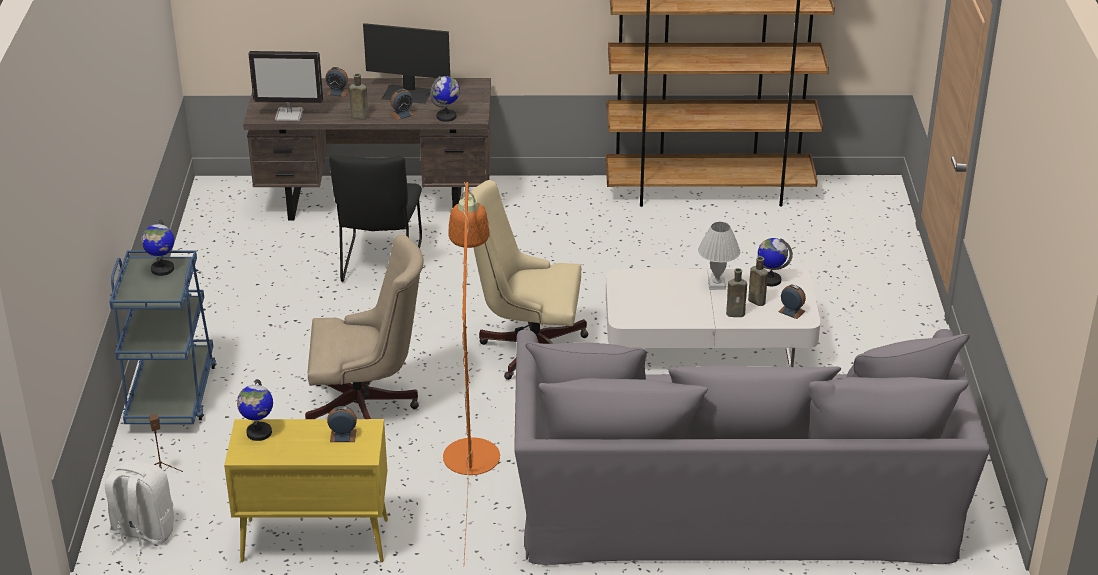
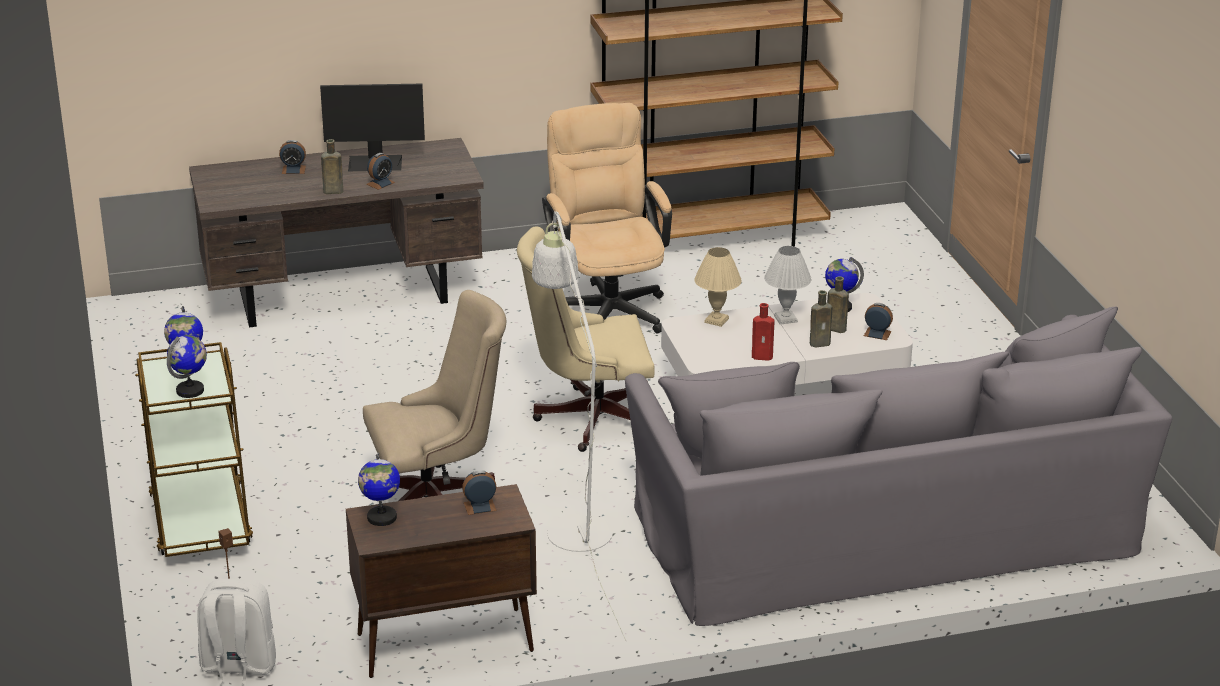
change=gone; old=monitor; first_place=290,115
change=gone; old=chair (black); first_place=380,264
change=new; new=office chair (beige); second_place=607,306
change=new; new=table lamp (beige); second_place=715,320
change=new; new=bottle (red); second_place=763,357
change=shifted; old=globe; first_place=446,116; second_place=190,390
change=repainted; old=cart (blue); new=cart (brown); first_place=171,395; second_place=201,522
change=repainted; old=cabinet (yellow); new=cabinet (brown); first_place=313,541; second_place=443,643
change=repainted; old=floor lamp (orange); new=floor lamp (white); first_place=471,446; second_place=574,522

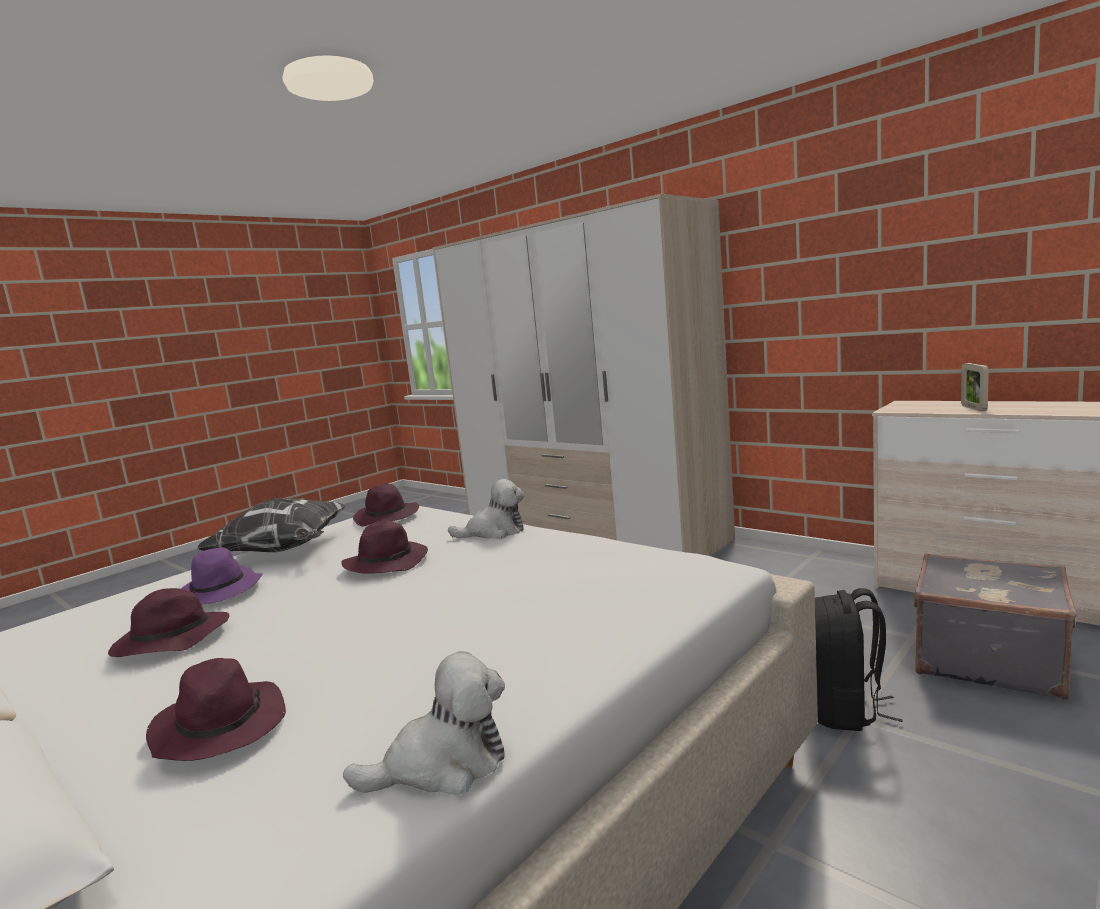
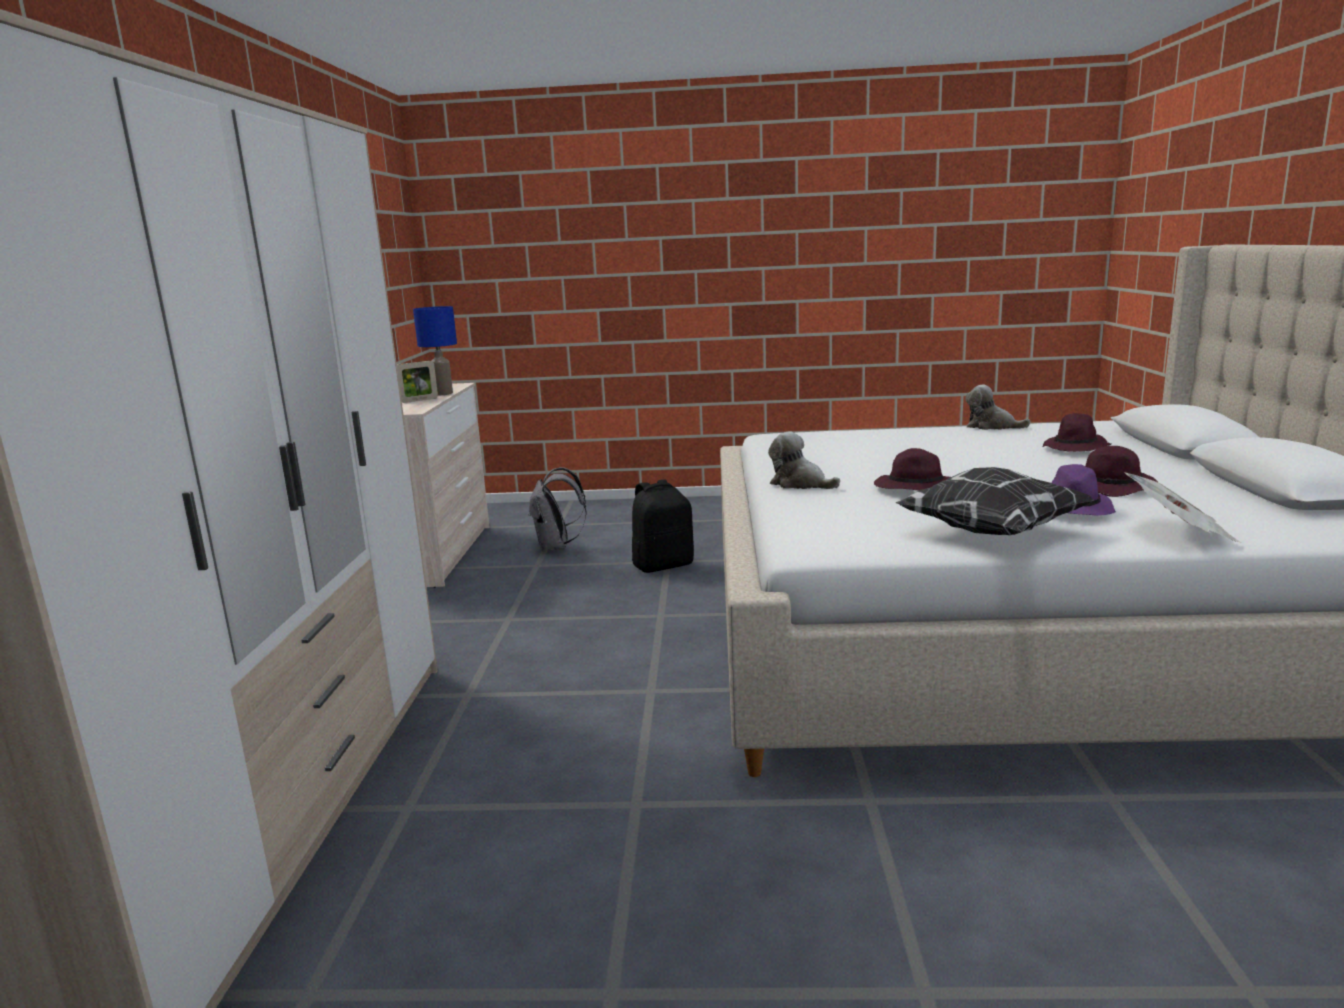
change=gone; old=hat (purple); first_place=387,517
change=new; new=table lamp (blue); second_place=443,393
change=new; new=newspaper; second_place=1179,534
change=swapped; old=suitcase (grey); new=backpack (grey); first_place=987,659; second_place=556,547

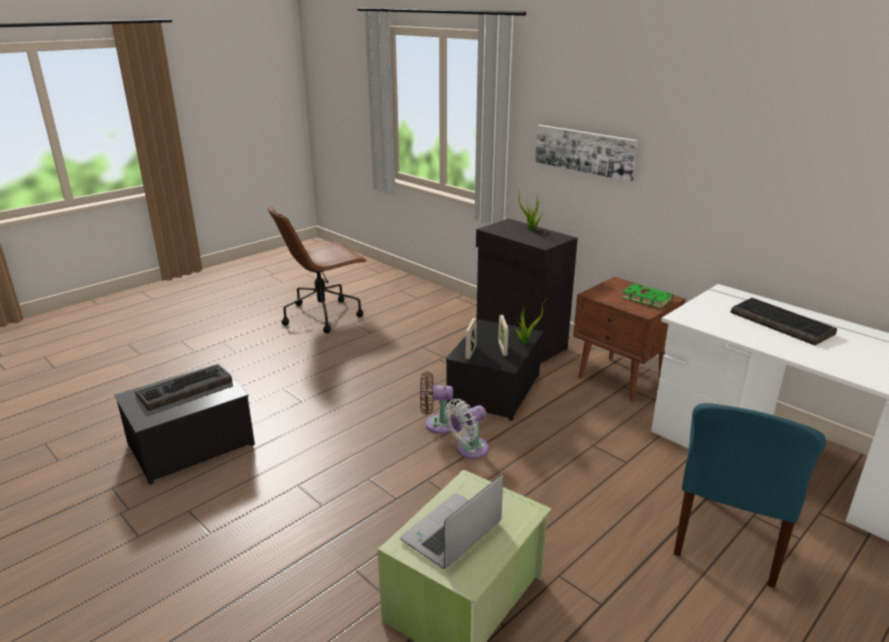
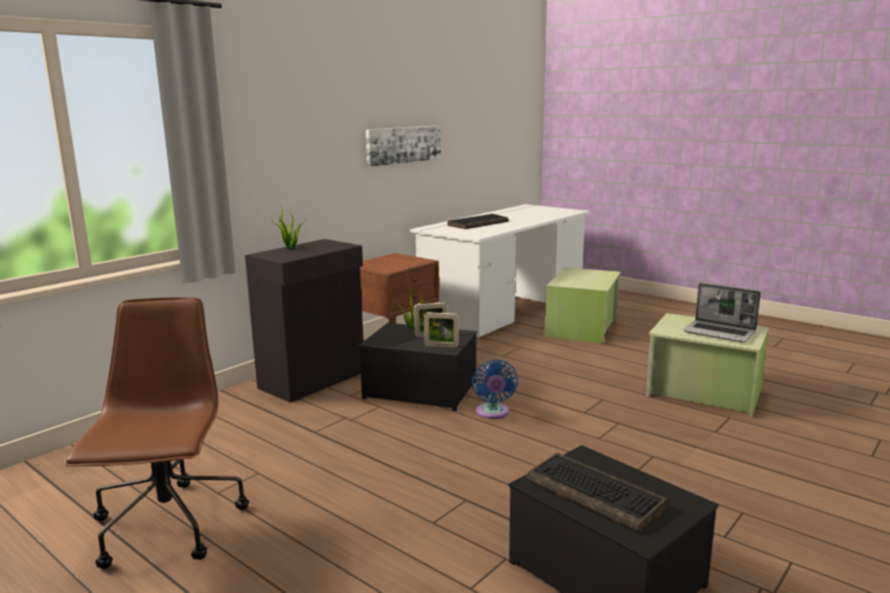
change=gone; old=fan (white); first_place=469,449
change=gone; old=book (green); first_place=645,298
change=shifted; old=picture; first_place=585,151; second_place=403,144
change=swapped; old=chair (blue); new=storage box (green); first_place=728,535; second_place=583,328
change=repainted; old=fan (brown); new=fan (blue); first_place=437,424; second_place=493,413
change=rotated; old=office chair (brown); first_place=323,315; second_place=168,527; degrees=-150

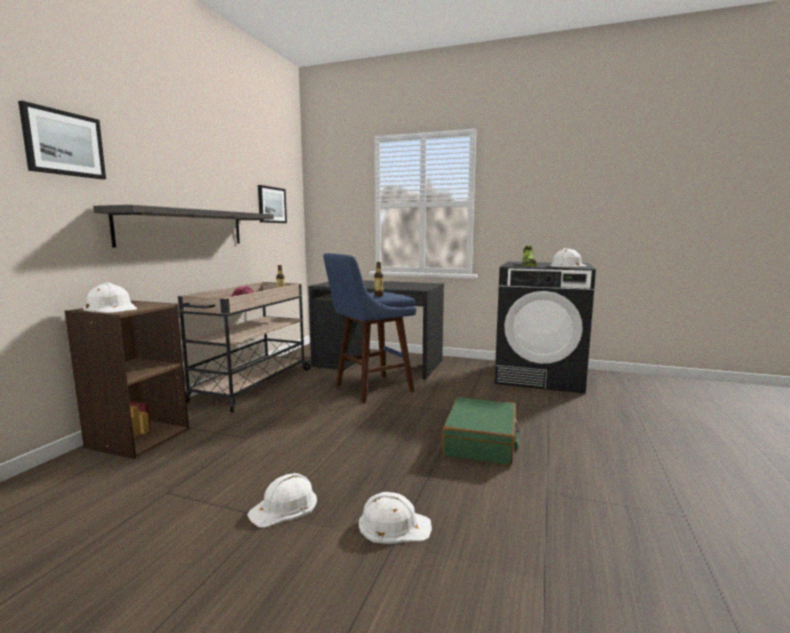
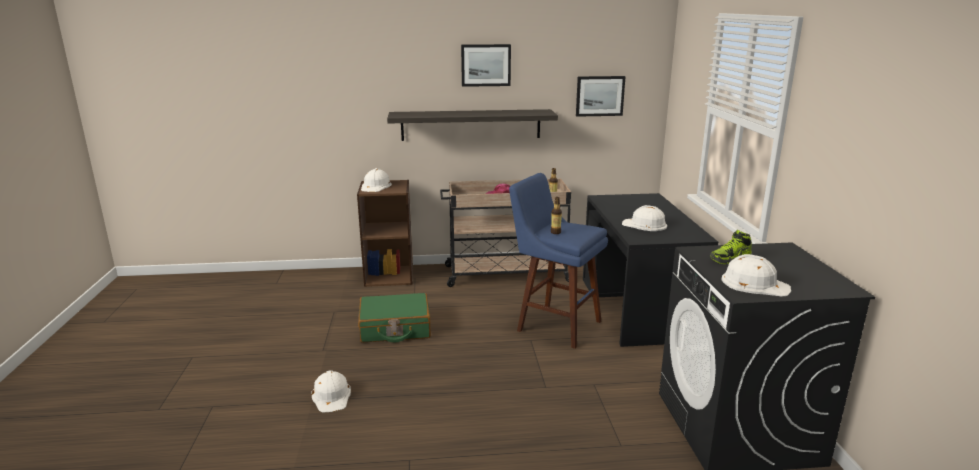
change=shifted; old=picture; first_place=64,143; second_place=486,65
change=shifted; old=hard hat (white); first_place=284,506; second_place=645,224
change=shifted; old=suitcase (green); first_place=481,442; second_place=395,328

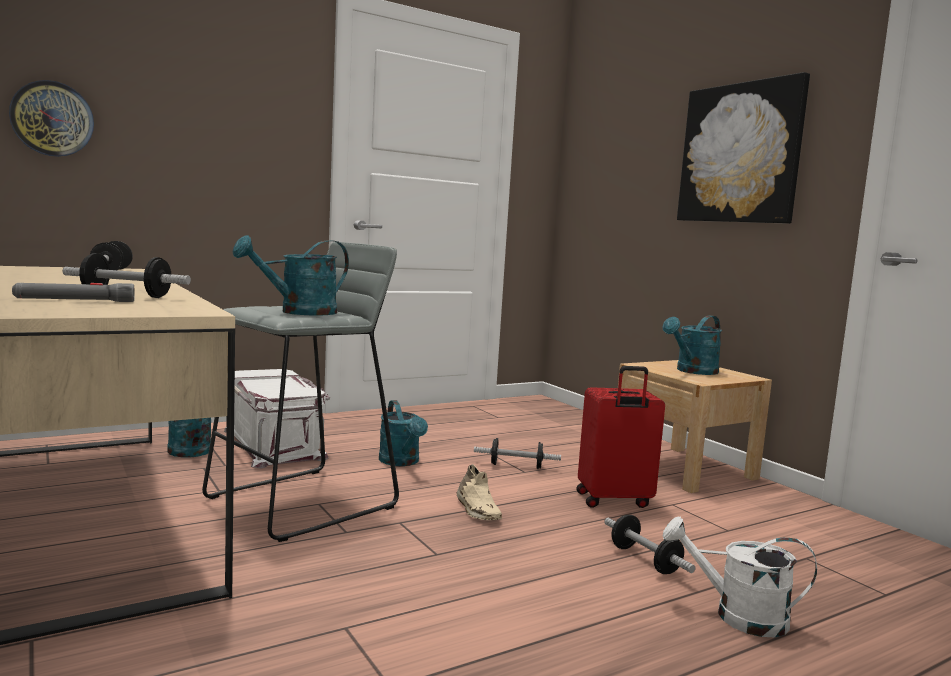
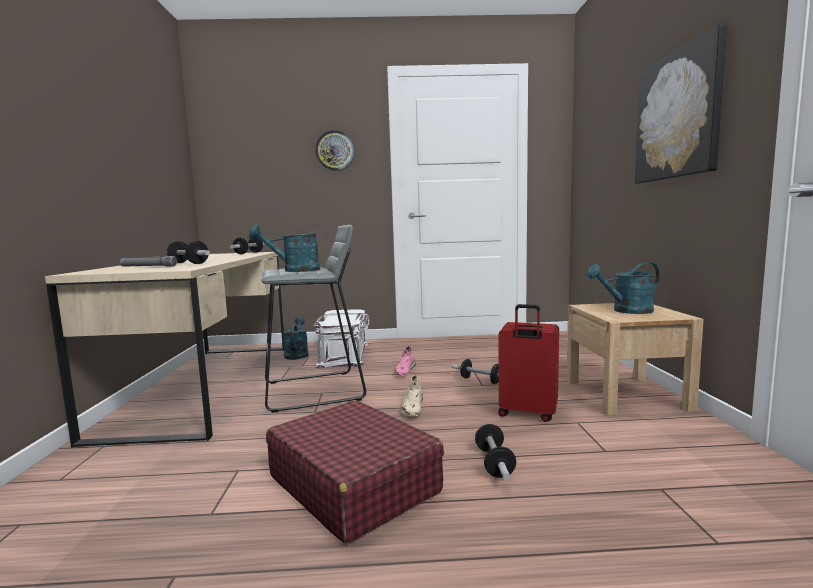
change=gone; old=watering can (white); first_place=737,616
change=new; new=suitcase (red); second_place=353,483
change=shifted; old=wall clock; first_place=52,119; second_place=335,151
change=swapped; old=watering can (turquoise); new=shoe (pink); first_place=402,462; second_place=404,371

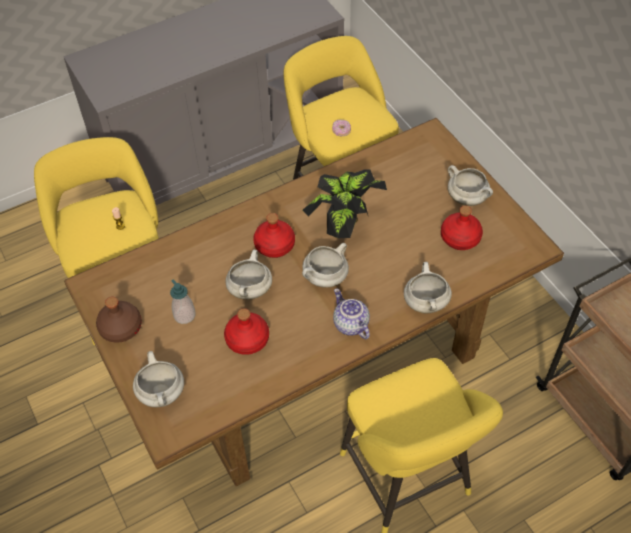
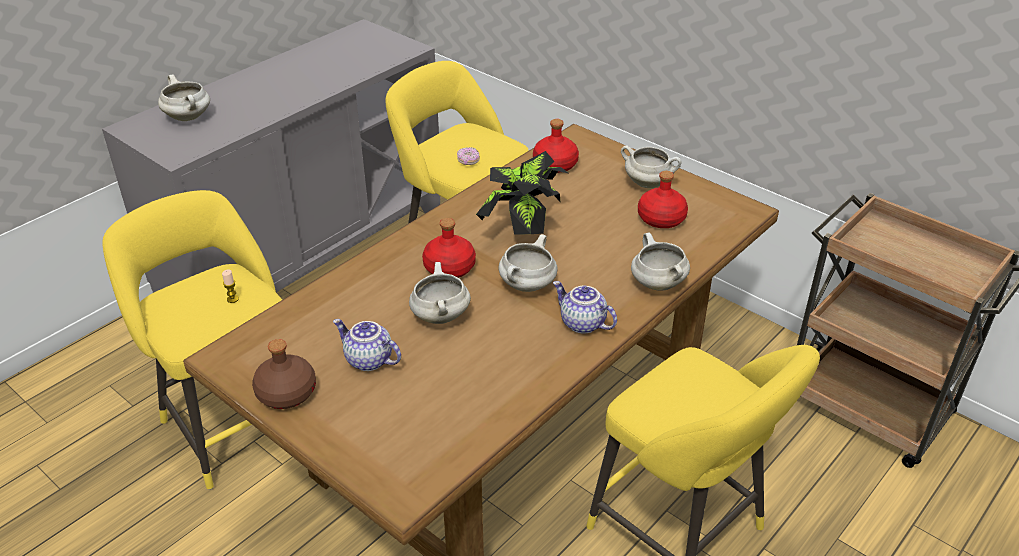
change=shifted; old=cooking pot (white); first_place=162,393; second_place=189,117
change=shifted; old=bottle (red); first_place=247,339; second_place=554,164
change=swapped; old=soap dispenser; new=teapot; first_place=184,315; second_place=368,360

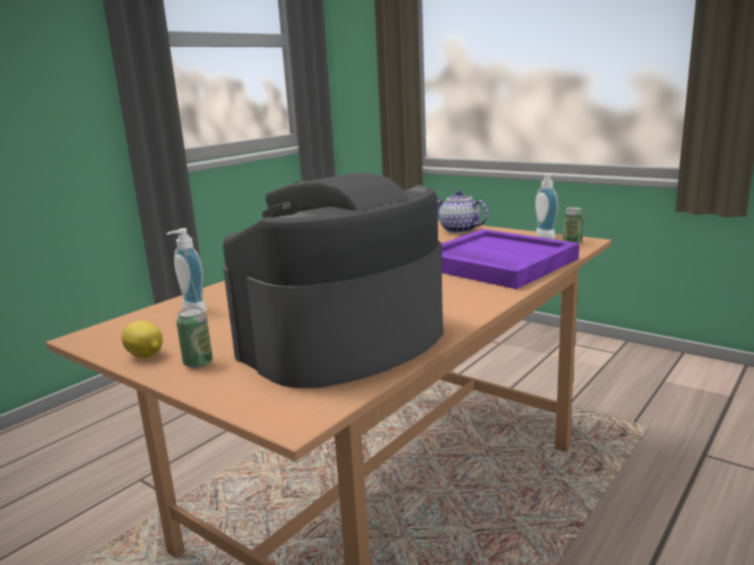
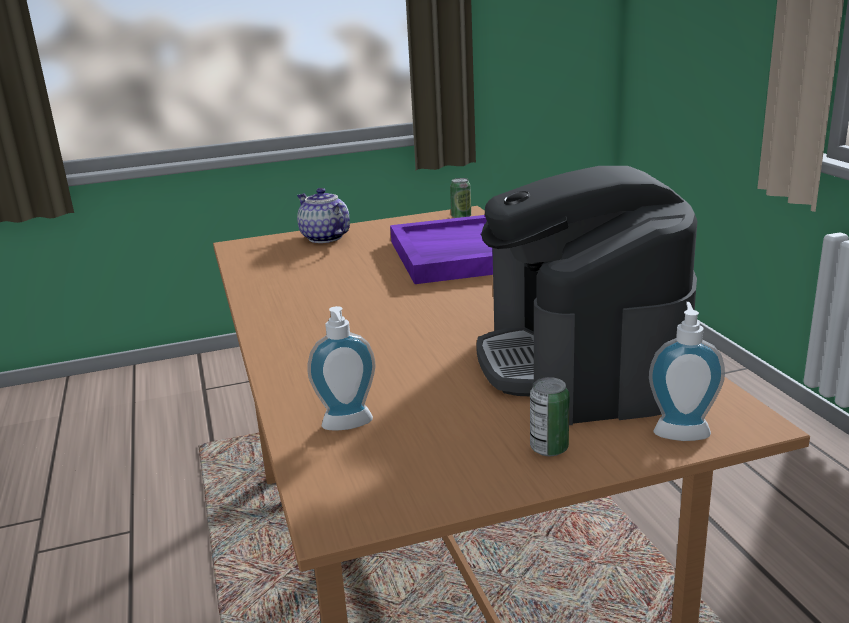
change=gone; old=lemon; first_place=145,356
change=shifted; old=soap dispenser; first_place=547,235; second_place=681,430
change=rotated; old=teapot; first_place=458,230; second_place=324,238; degrees=60

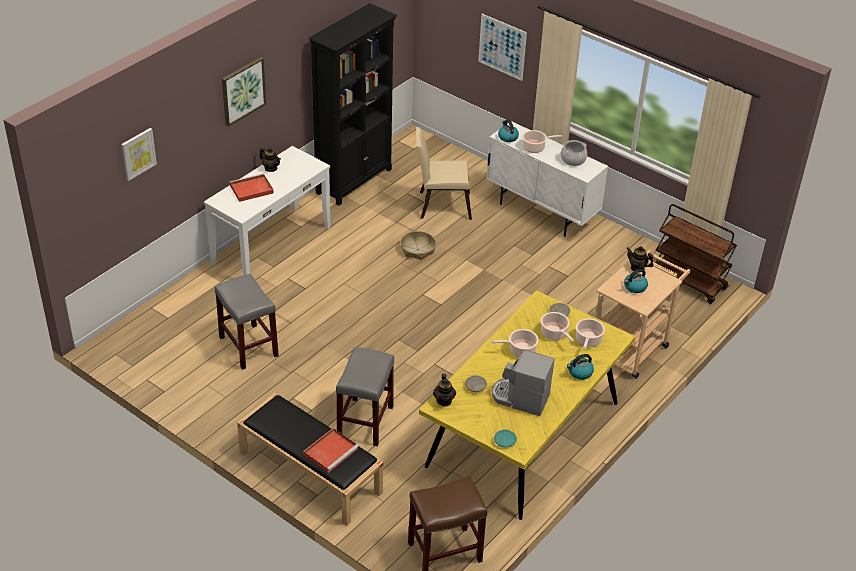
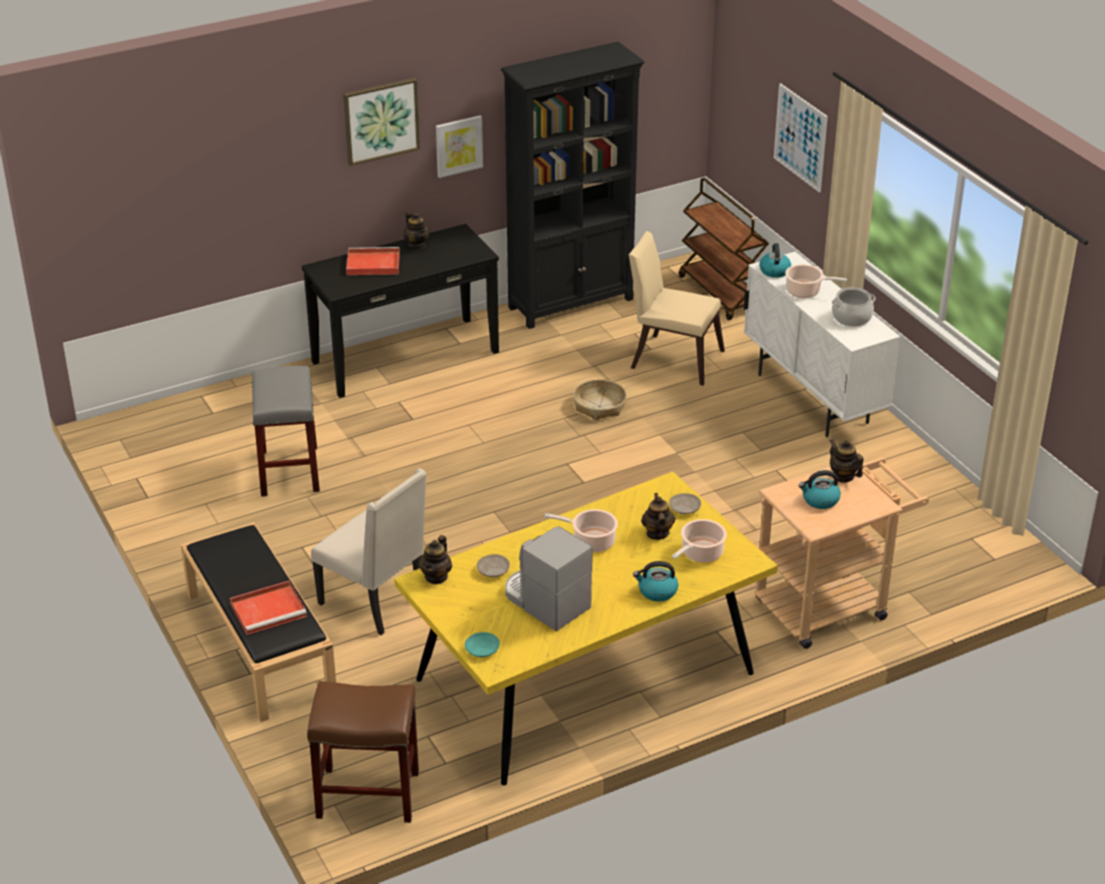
change=shifted; old=picture; first_place=138,153; second_place=458,145
change=shifted; old=cart (brown); first_place=688,282; second_place=722,294
change=swapped; old=stool (grey); new=chair (beige); first_place=365,422; second_place=376,602
change=swapped; old=cooking pot; new=teapot; first_place=554,334; second_place=657,533
change=repainted; old=console table (white); new=console table (black); first_place=271,245; second_place=405,356

